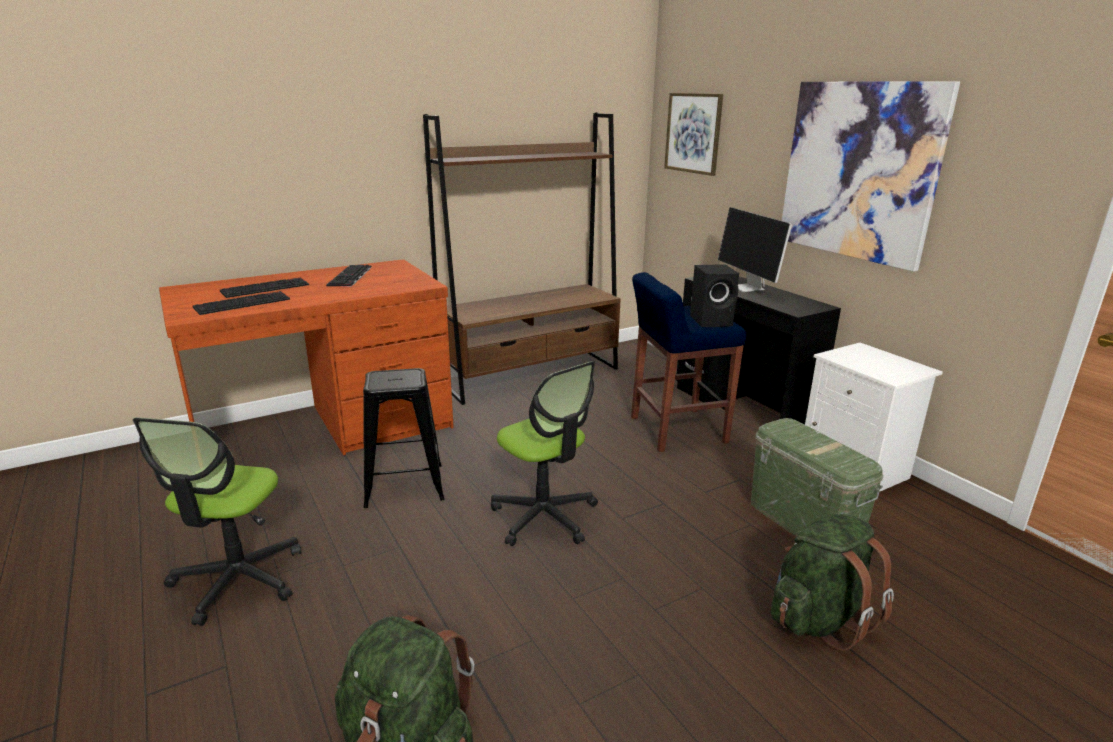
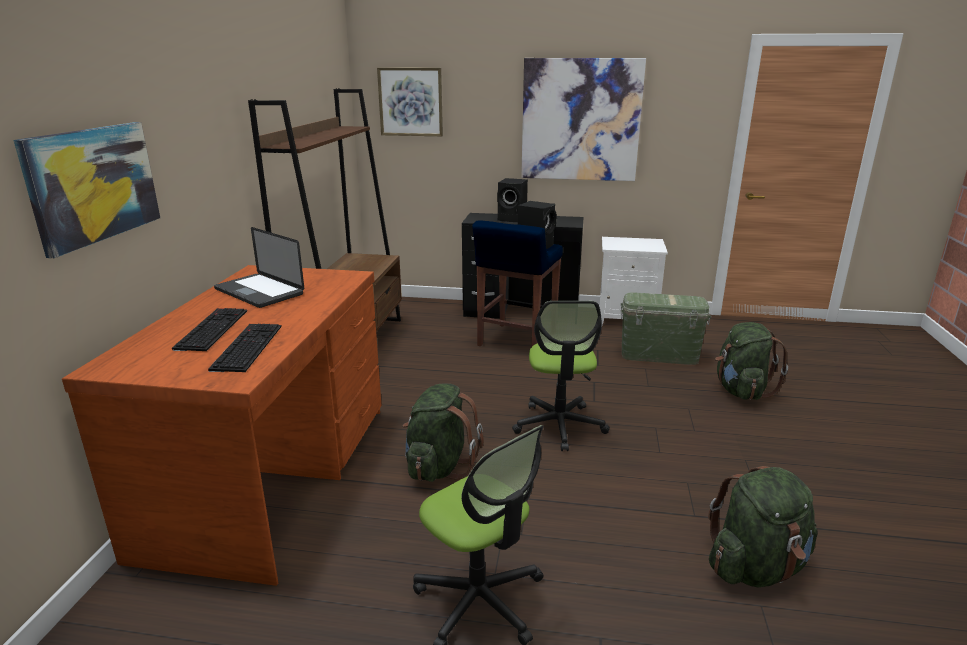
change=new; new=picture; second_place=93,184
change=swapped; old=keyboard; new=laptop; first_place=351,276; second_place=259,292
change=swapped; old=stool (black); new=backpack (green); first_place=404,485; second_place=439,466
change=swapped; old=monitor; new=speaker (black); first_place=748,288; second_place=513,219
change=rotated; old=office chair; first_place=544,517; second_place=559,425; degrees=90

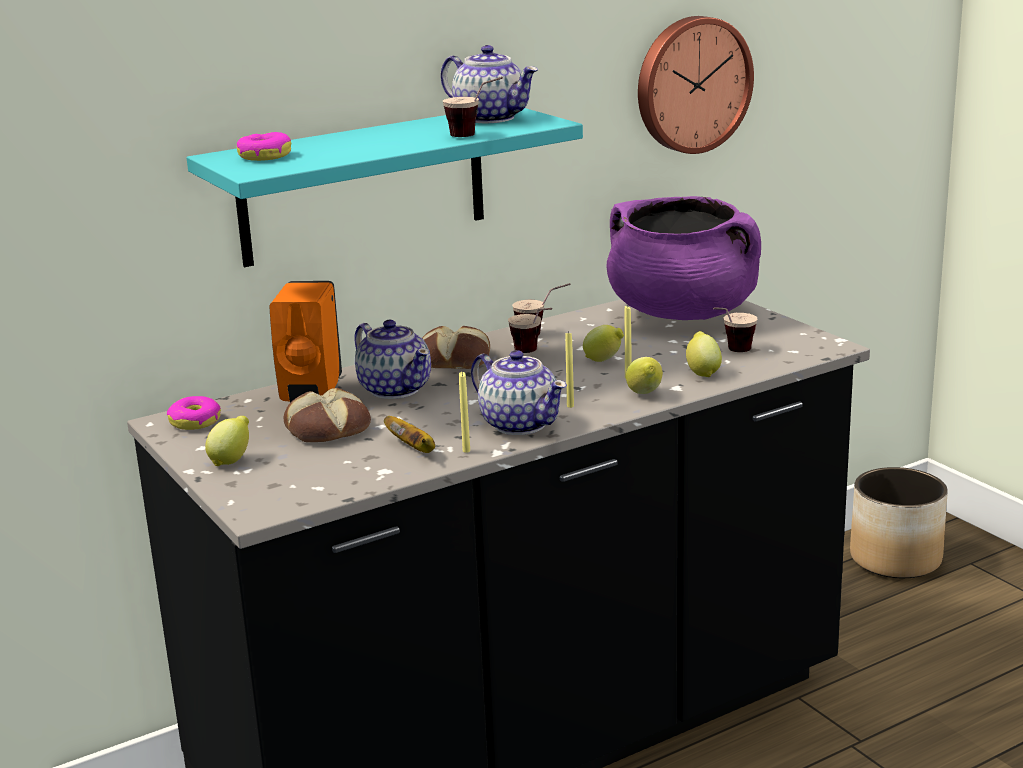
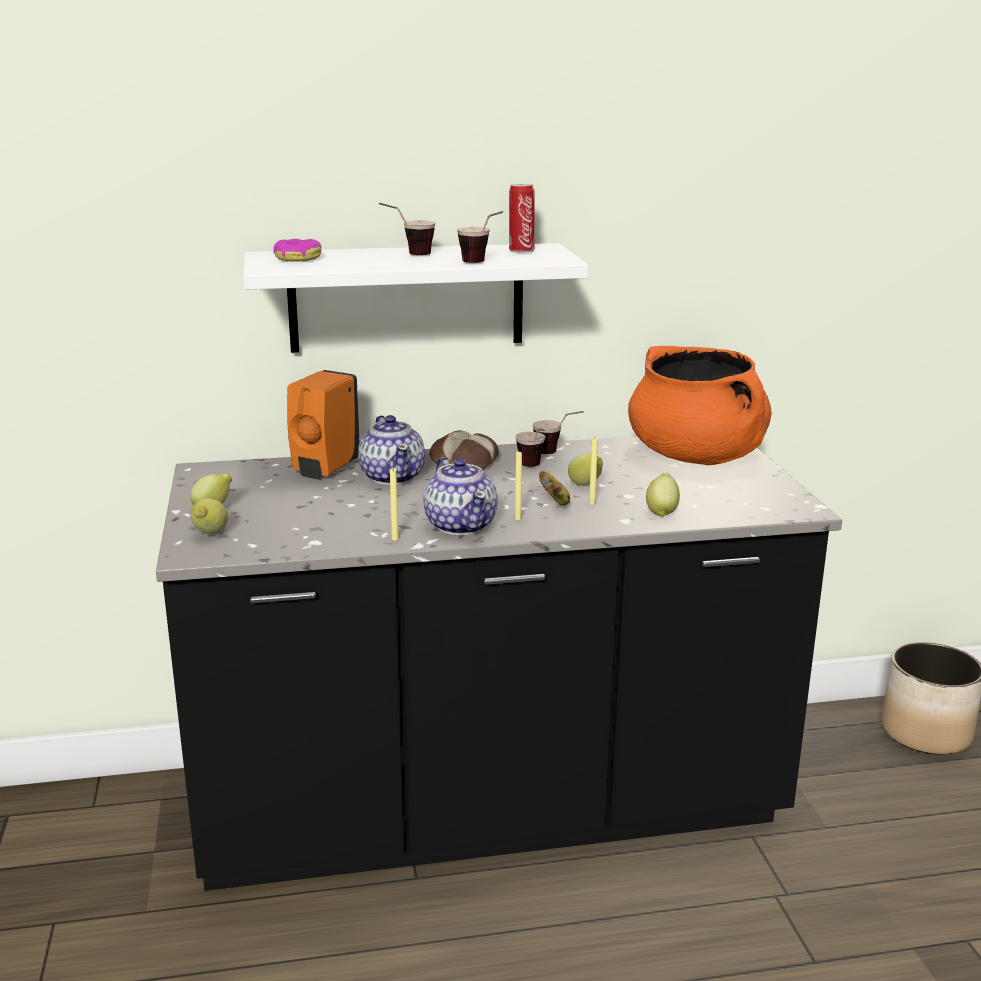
change=gone; old=donut; first_place=195,421
change=gone; old=bread; first_place=328,429
change=gone; old=wall clock; first_place=691,84
change=shifted; old=banana; first_place=413,448; second_place=555,500
change=shifted; old=lemon; first_place=644,394; second_place=210,534
change=shifted; old=cup; first_place=731,353; second_place=407,255
change=swapped; old=teapot; new=can; first_place=491,118; second_place=521,251
change=repainted; old=shelf (turquoise); new=shelf (white); first_place=363,185; second_place=406,297
change=repainted; old=cooking pot (purple); new=cooking pot (orange); first_place=683,313; second_place=696,457

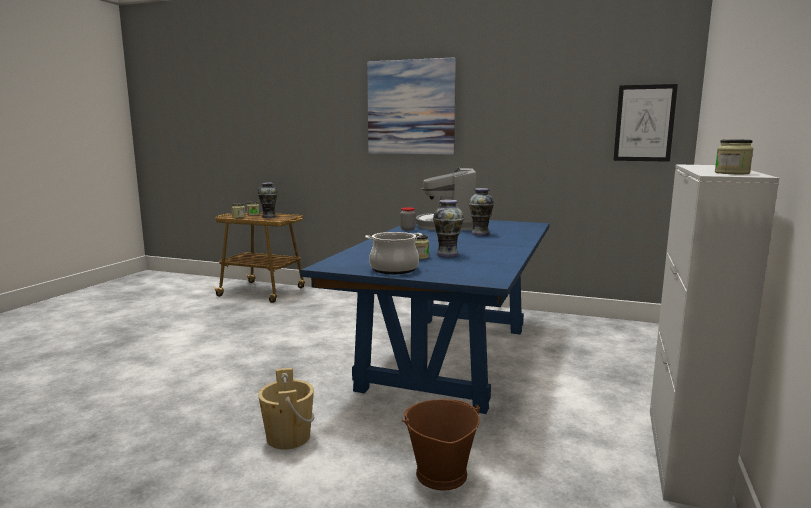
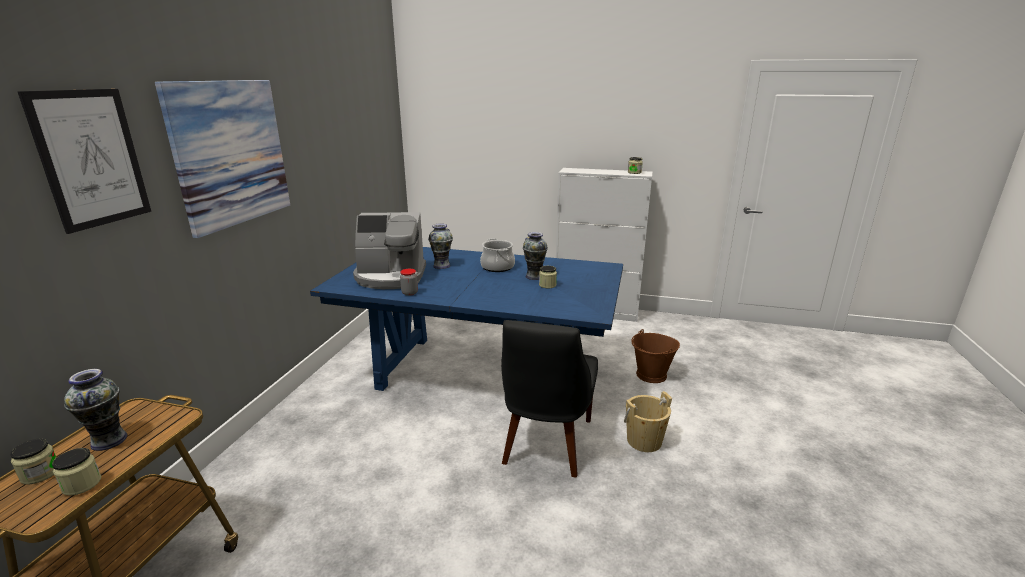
change=new; new=chair (black); second_place=546,444
change=shifted; old=cooking pot; first_place=394,269; second_place=498,267
change=shifted; old=picture; first_place=644,123; second_place=91,158

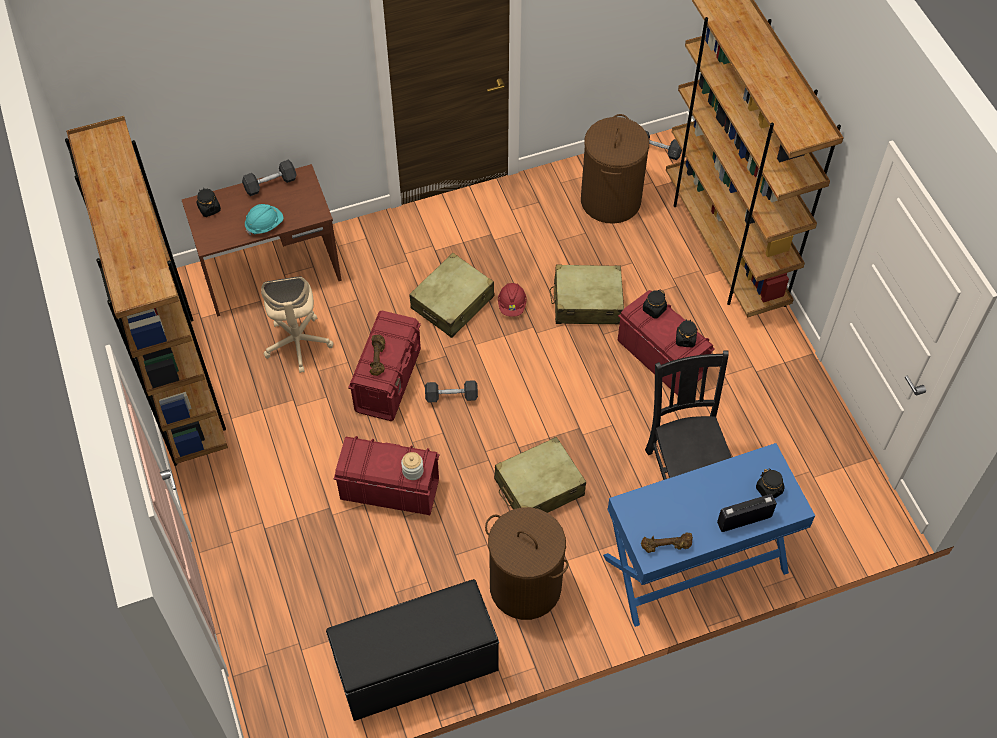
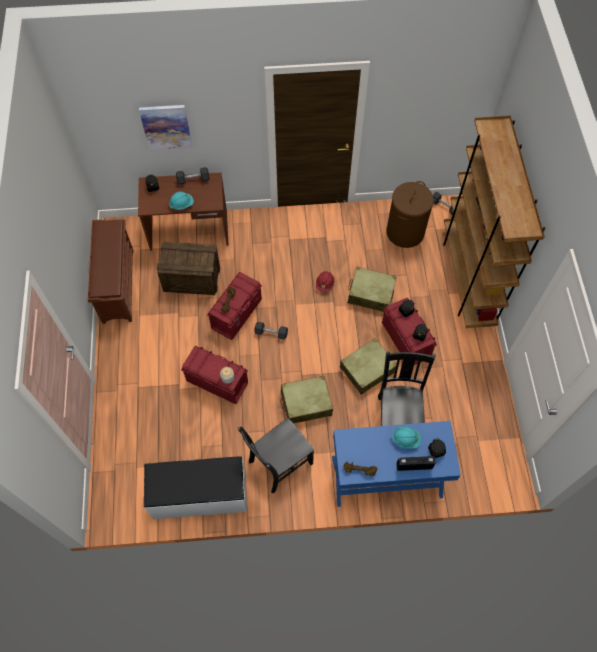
change=new; new=picture; second_place=166,127
change=new; new=hard hat (turquoise); second_place=406,439
change=shifted; old=suitcase (beige); first_place=453,303; second_place=367,370
change=swapped; old=bookcase (brown); new=shoe rack (brown); first_place=180,380; second_place=117,285
change=swapped; old=office chair (beige); new=crate; first_place=298,344; second_place=191,278
change=swapped; old=laundry basket (brown); new=chair (black); first_place=525,587; second_place=278,463
change=repainted; old=bench (black); new=bench (white); first_place=416,666; second_place=199,495

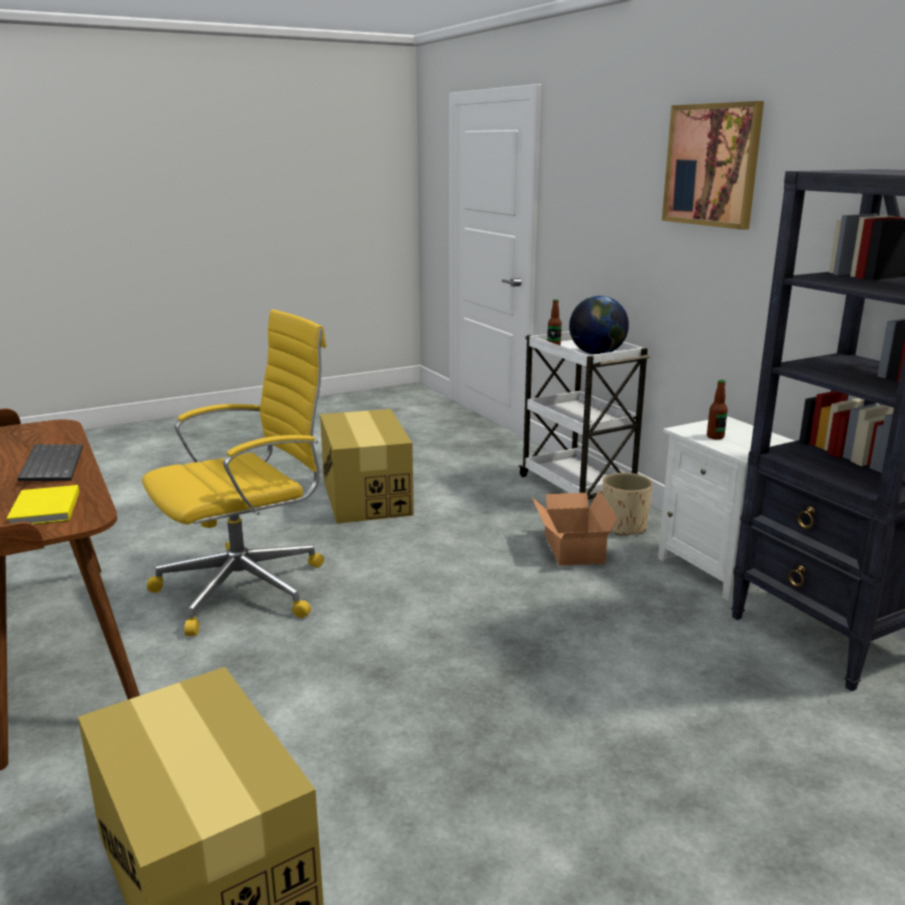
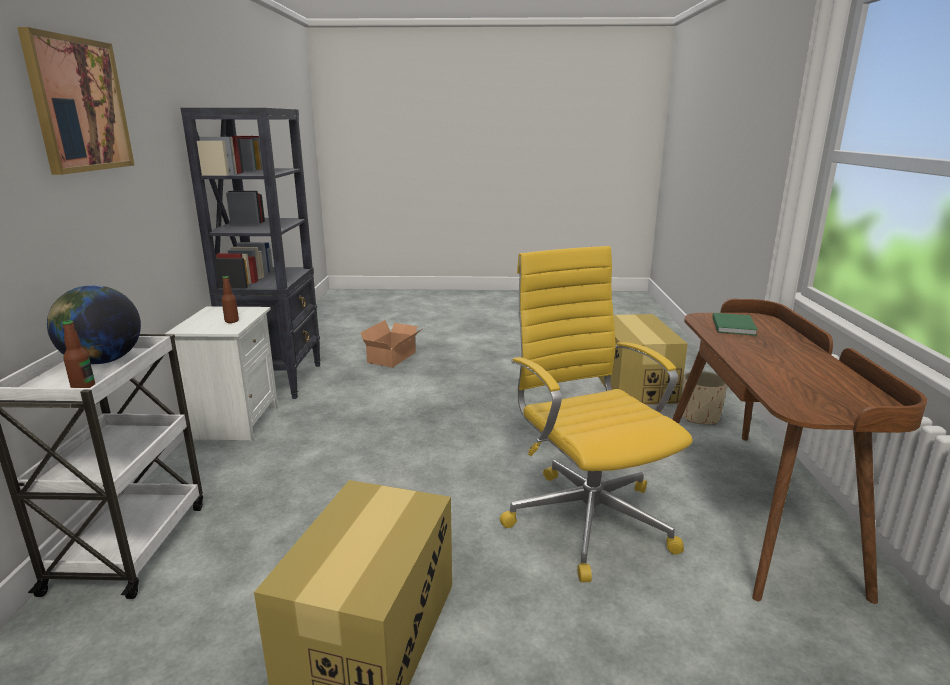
change=gone; old=keyboard; first_place=50,465
change=shifted; old=cardboard box; first_place=571,549; second_place=394,357
change=shifted; old=planter (beige); first_place=623,527; second_place=700,417
change=repainted; old=book (yellow); new=book (green); first_place=43,510; second_place=734,326
change=rotated; old=office chair (yellow); first_place=248,588; second_place=587,517; degrees=75

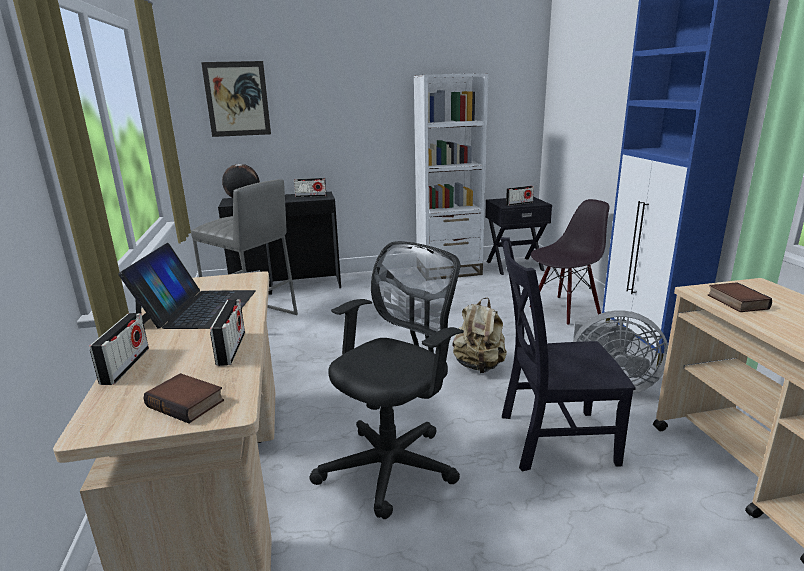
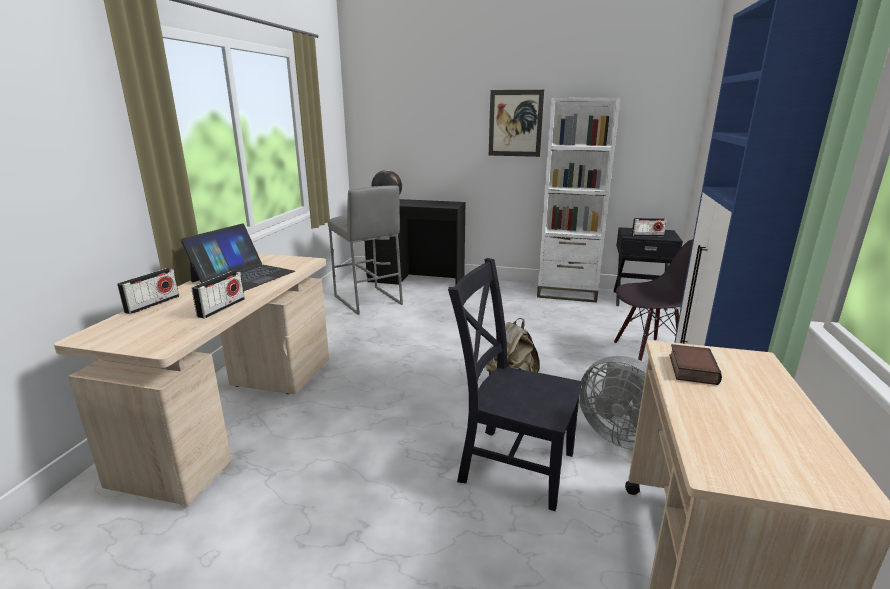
change=gone; old=book; first_place=188,403
change=gone; old=radio; first_place=311,196
change=gone; old=office chair (black); first_place=393,465
change=shifted; old=picture; first_place=237,99; second_place=515,123

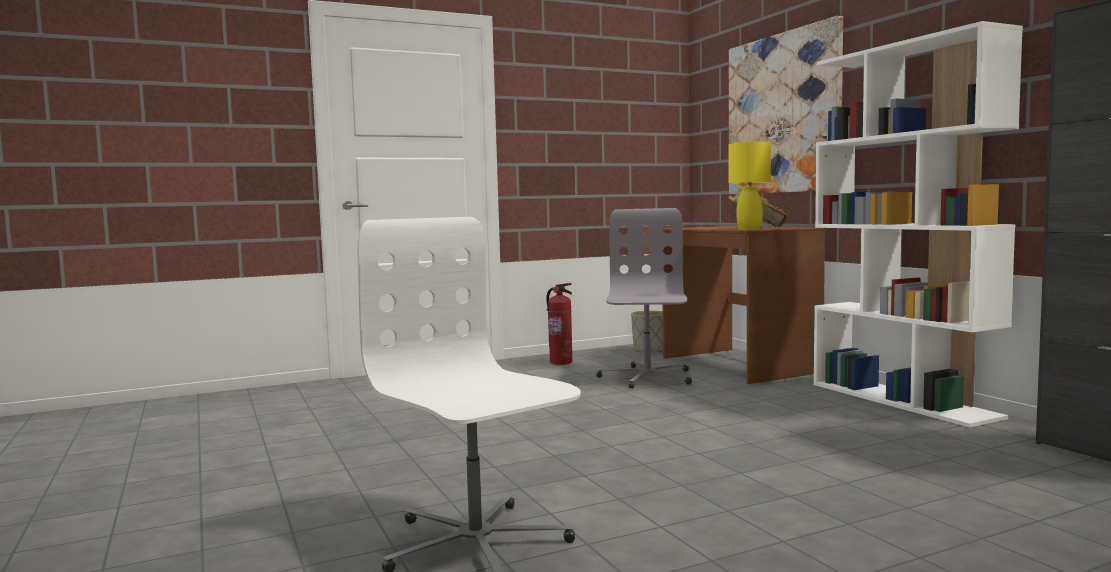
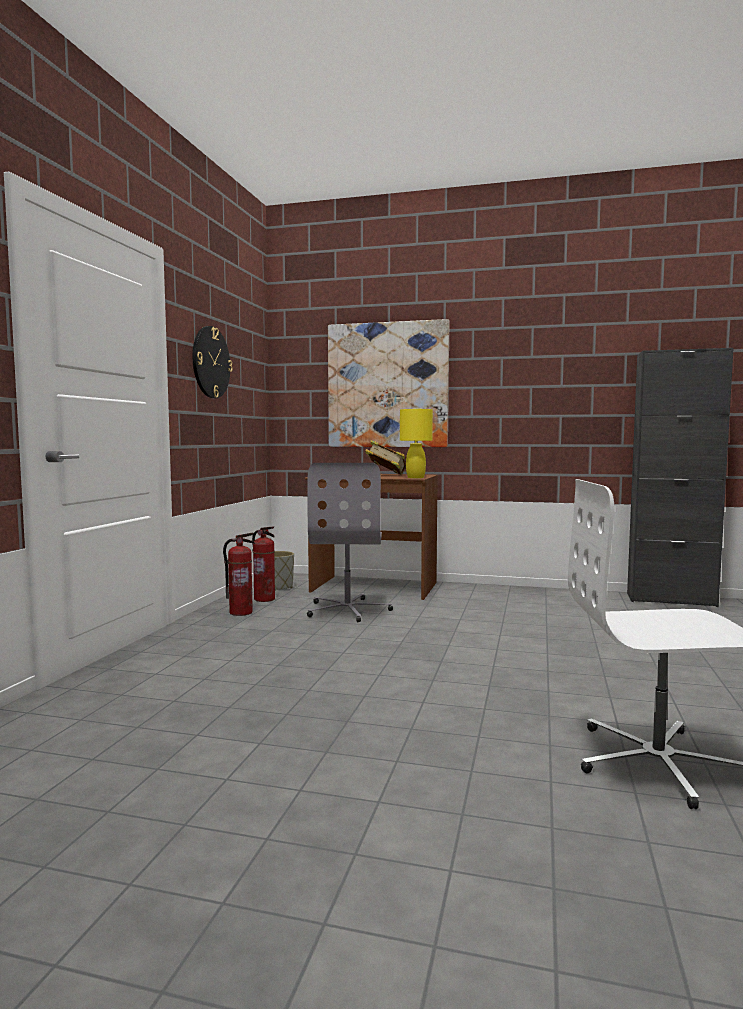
change=gone; old=bookcase (white); first_place=903,400
change=new; new=wall clock; second_place=210,362
change=new; new=fire extinguisher; second_place=265,599
change=rotated; old=office chair (grey); first_place=646,377; second_place=348,610; degrees=-135

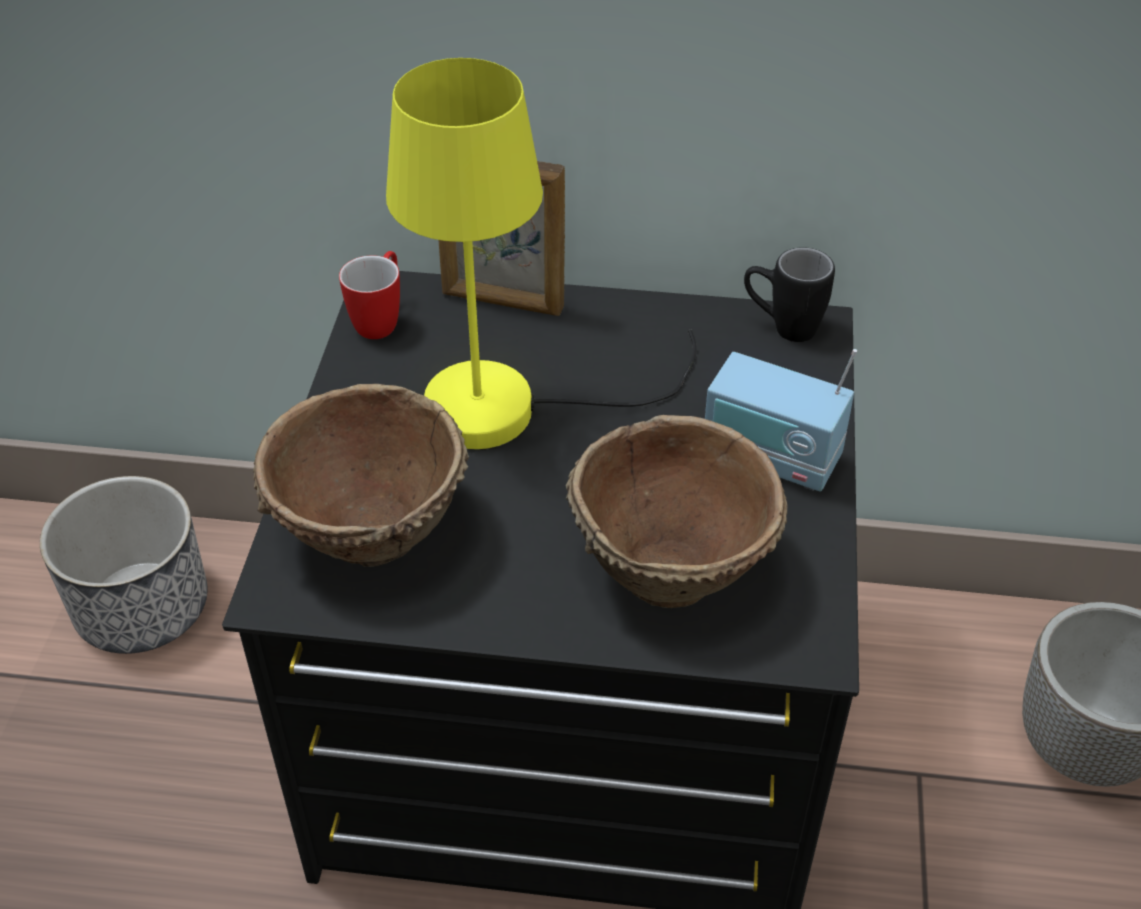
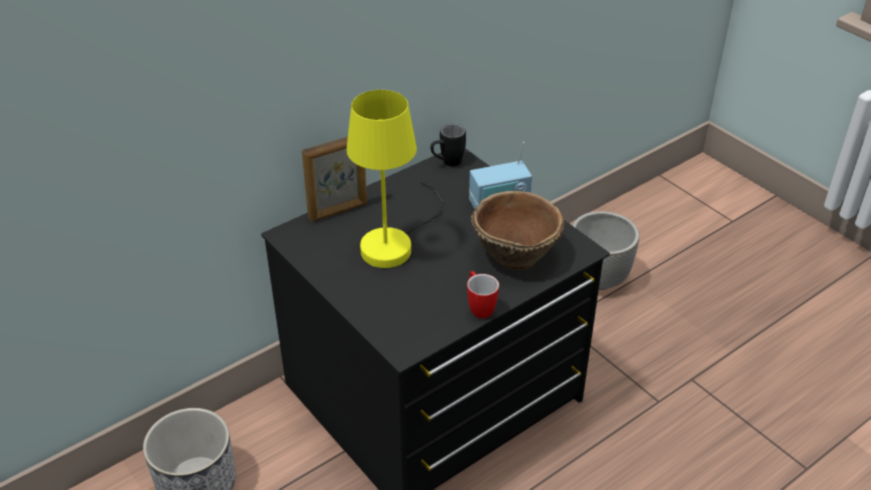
change=gone; old=bowl (brown); first_place=370,533
change=shifted; old=mug; first_place=381,320; second_place=479,307

